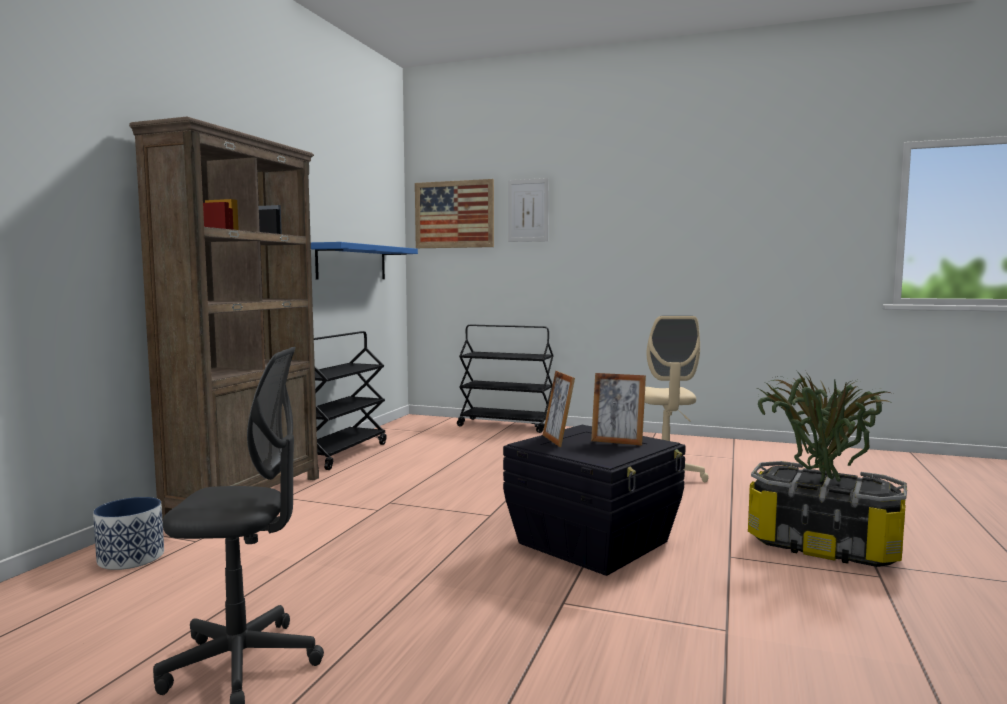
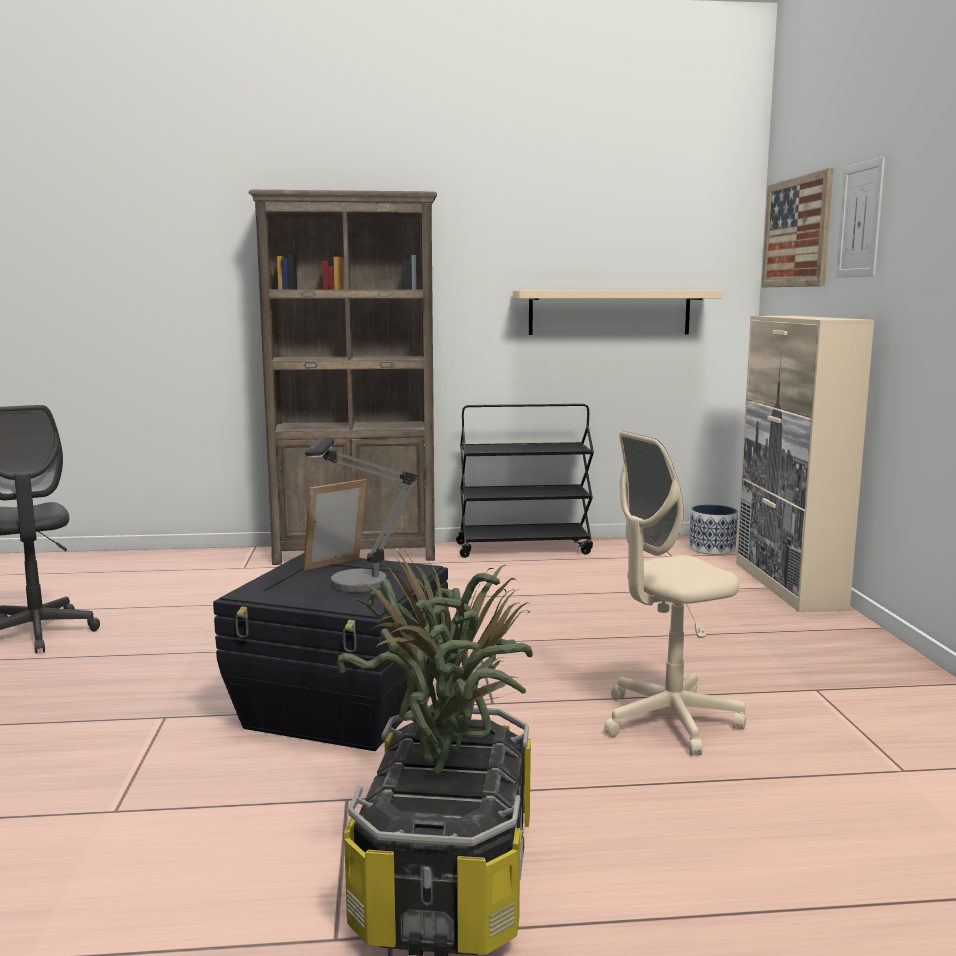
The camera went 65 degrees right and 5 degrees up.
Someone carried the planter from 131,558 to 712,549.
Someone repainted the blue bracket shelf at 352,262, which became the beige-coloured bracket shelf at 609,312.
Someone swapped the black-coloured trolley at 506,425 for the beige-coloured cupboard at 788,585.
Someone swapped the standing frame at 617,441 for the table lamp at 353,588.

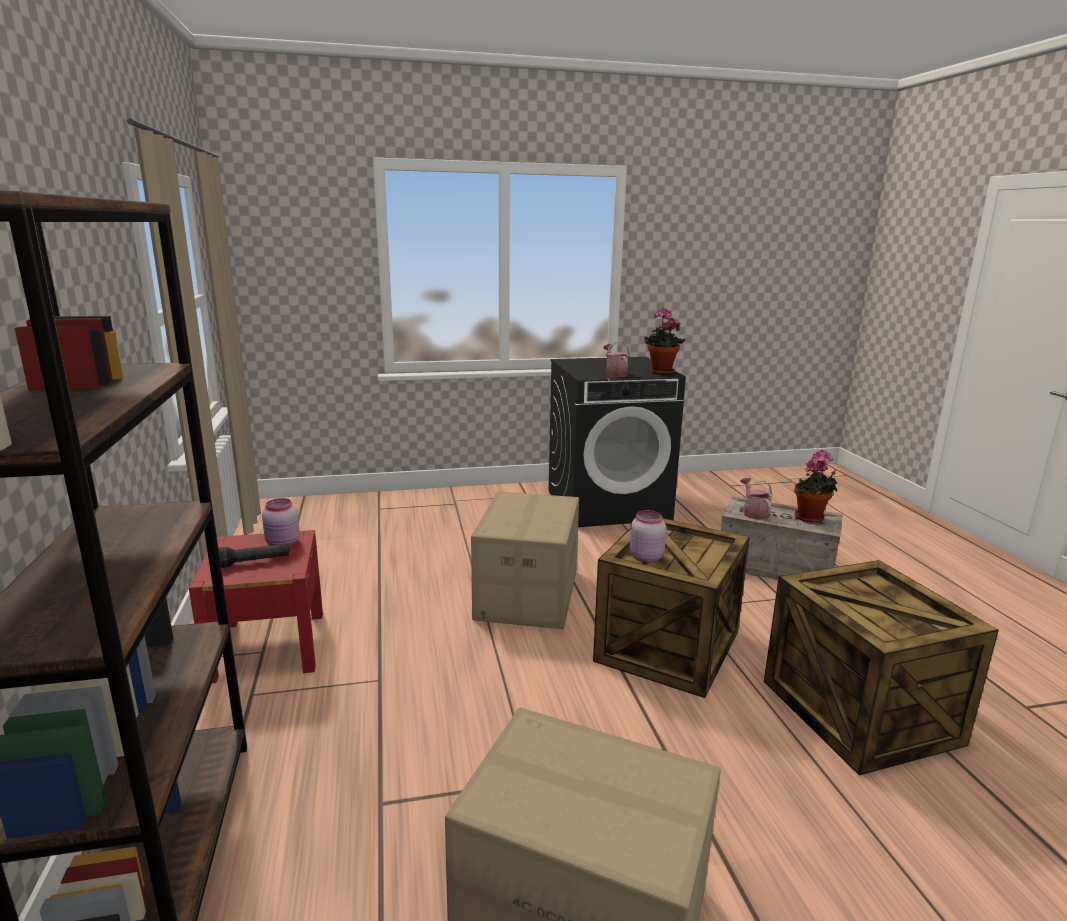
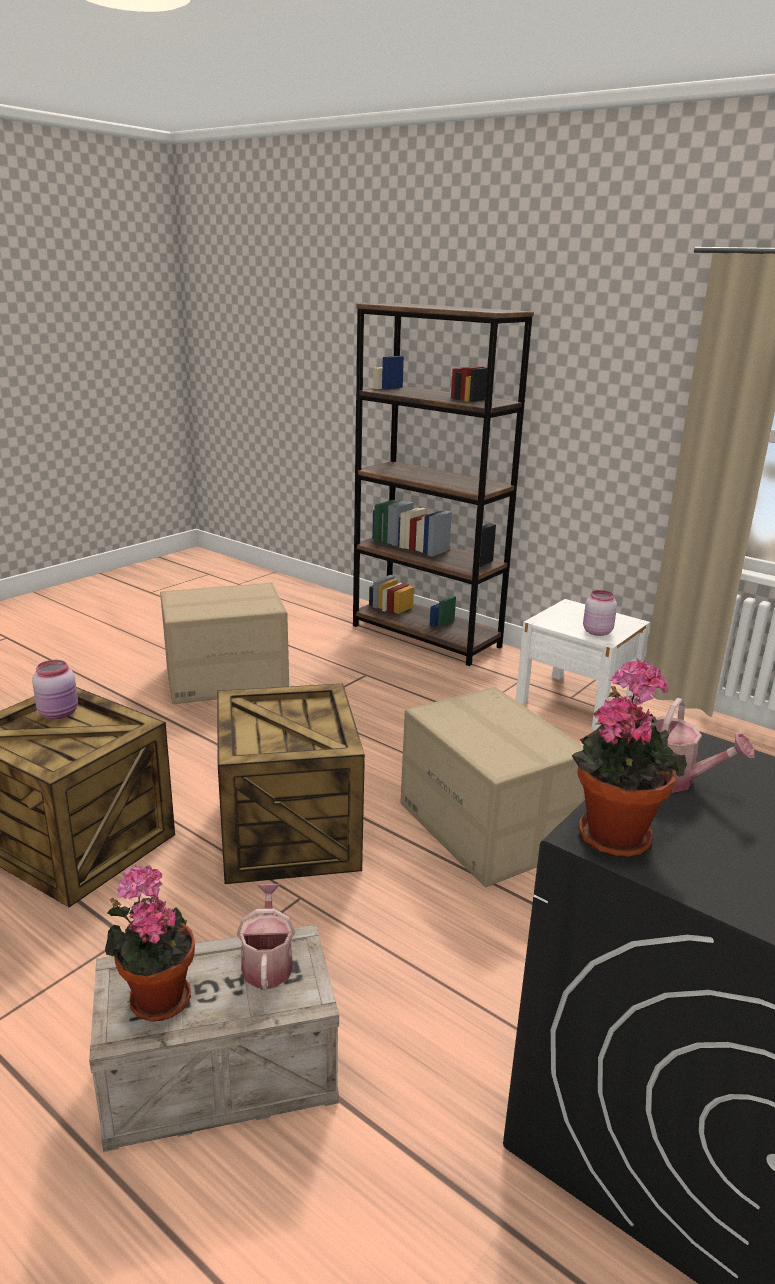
The camera went 140 degrees right and 5 degrees up.
Someone repainted the red-coloured bedside table at 268,646, which became the white bedside table at 576,701.
Someone took away the black-coloured flashlight at 254,562.
Someone carried the pinkish jar from 645,557 to 60,713.
Someone rotated the watering pot at 754,513 by 135 degrees counterclockwise.

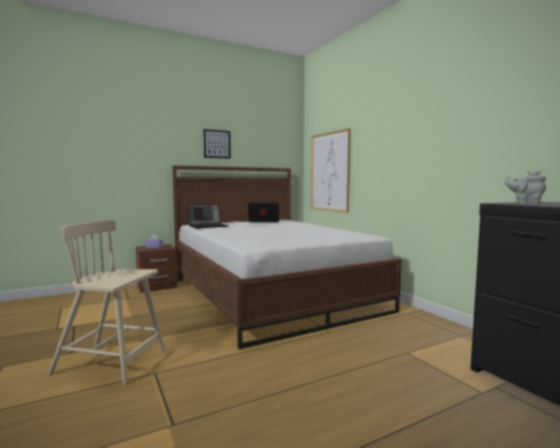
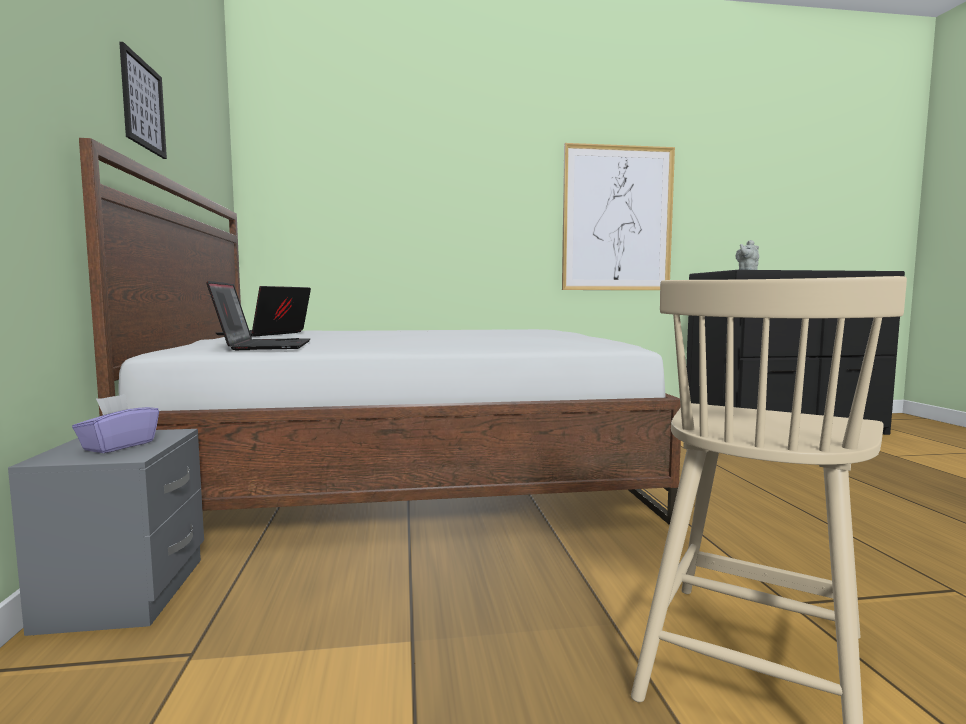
The camera went 70 degrees left and 0 degrees up.
Someone repainted the brown-coloured bedside table at 157,287, which became the greyish bedside table at 129,593.
Someone carried the picture from 329,172 to 617,219.

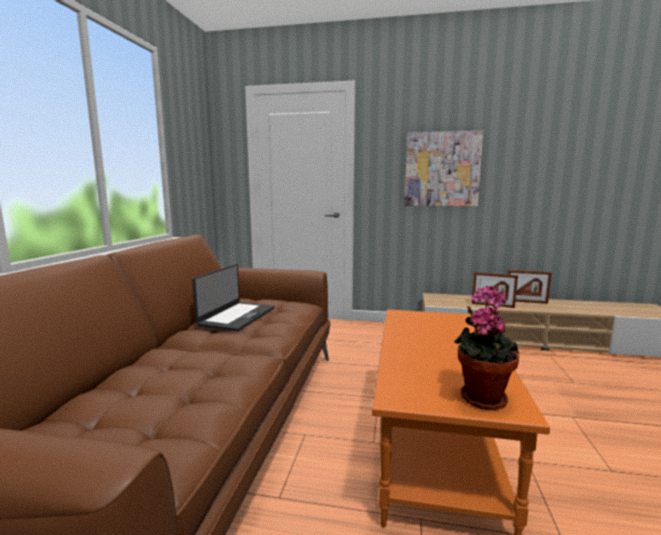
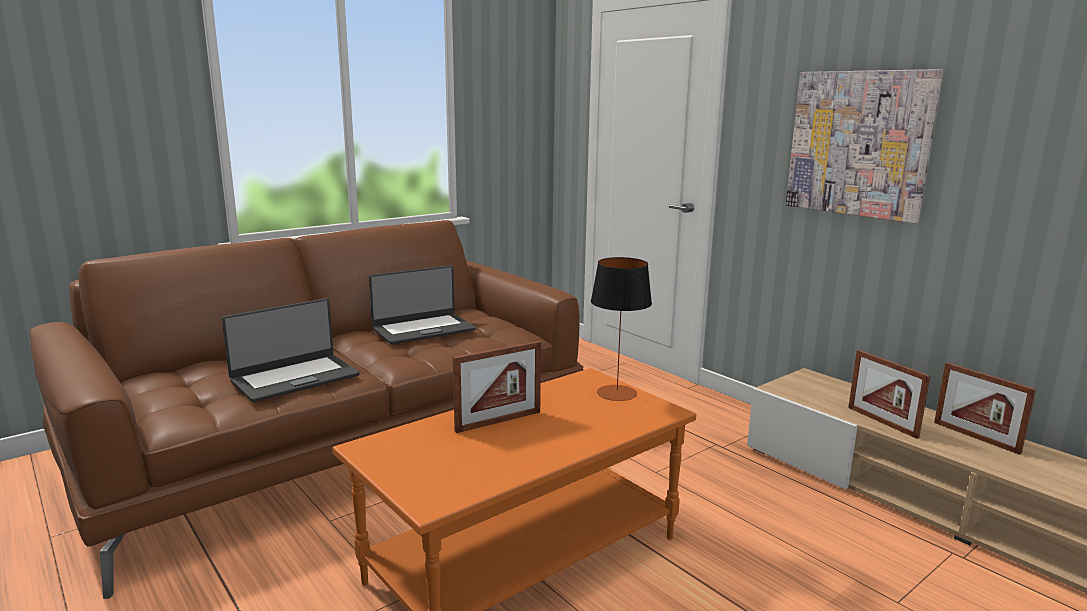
The camera went 40 degrees right and 5 degrees up.
Someone took away the potted plant at 481,396.
Someone put down the notebook computer at 294,378.
Someone put down the standing frame at 498,421.
Someone put down the table lamp at 617,393.

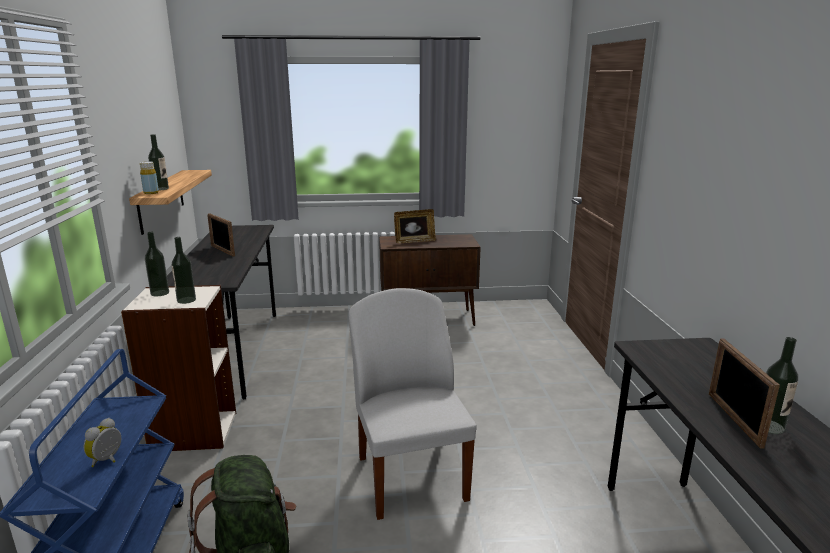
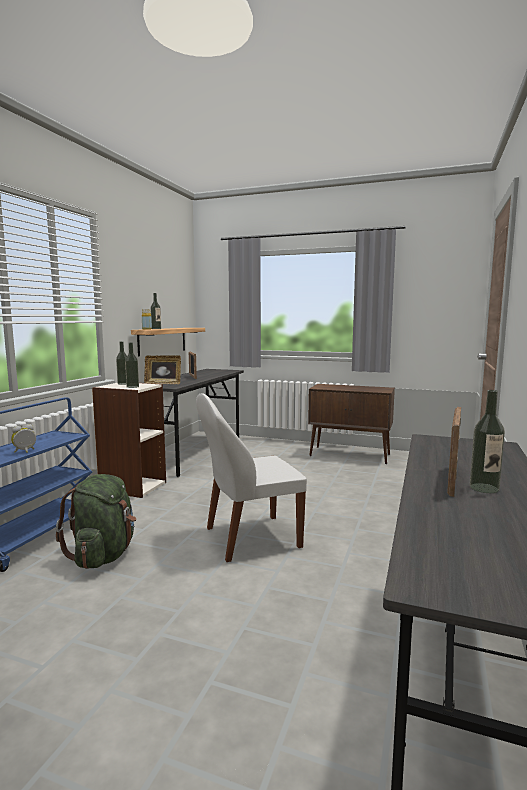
The camera went 25 degrees right and 10 degrees down.
Someone rotated the white chair at 411,476 by 120 degrees counterclockwise.
Someone carried the standing frame from 414,241 to 163,383.

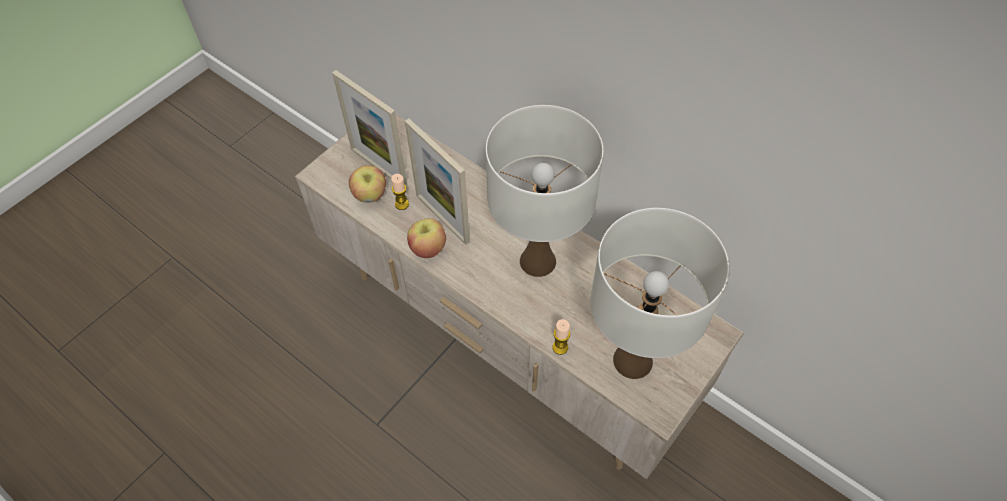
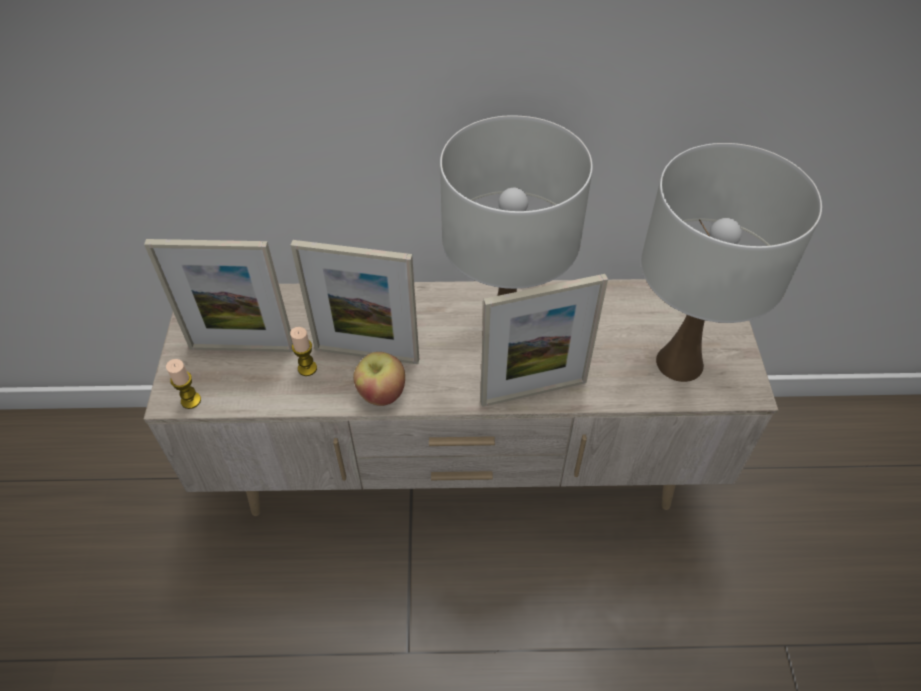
The camera went 40 degrees left and 5 degrees down.
Someone took away the apple fruit at 370,195.
Someone carried the wax candle from 560,347 to 191,400.
Someone put down the standing frame at 533,392.

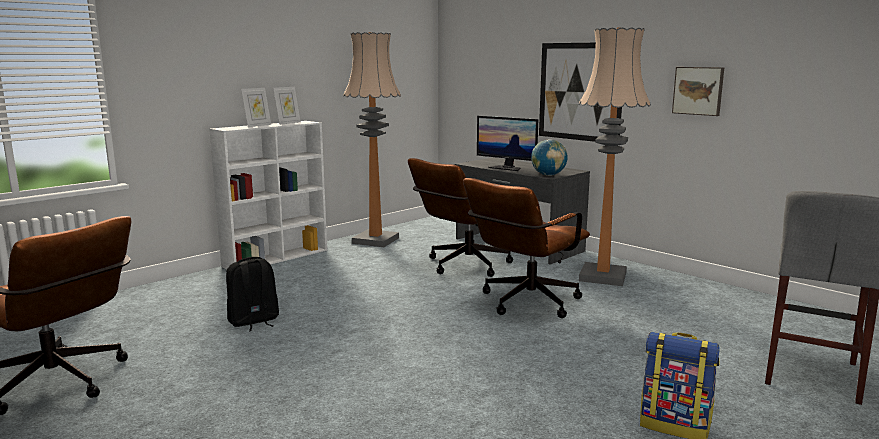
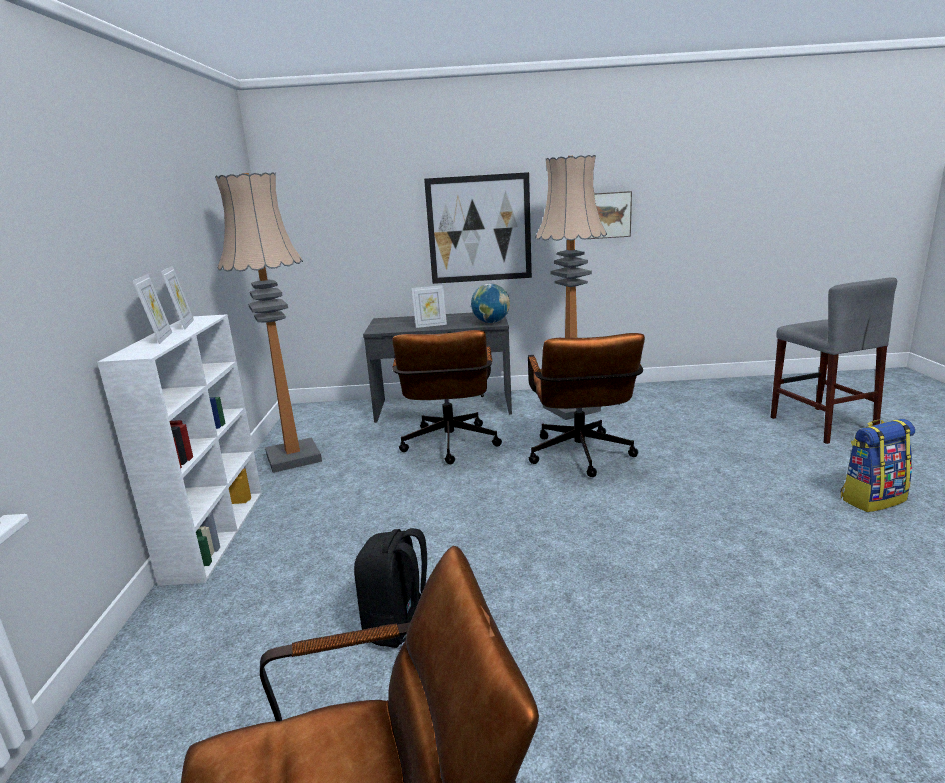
The camera went 45 degrees left and 5 degrees up.
Someone swapped the computer display at 507,168 for the standing frame at 430,325.

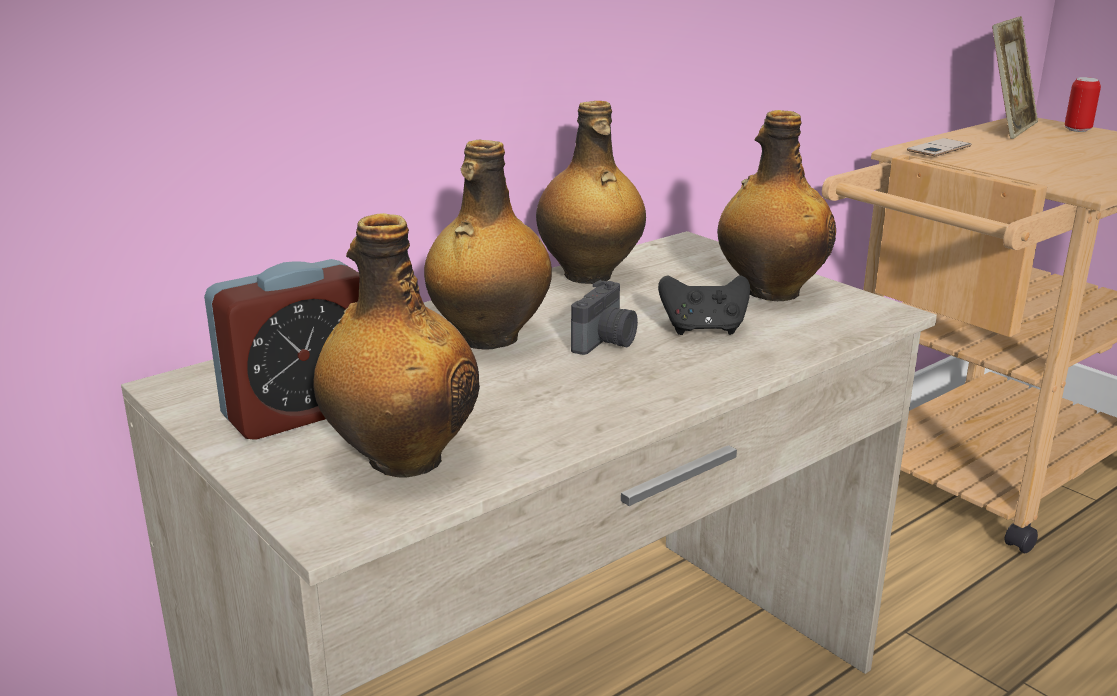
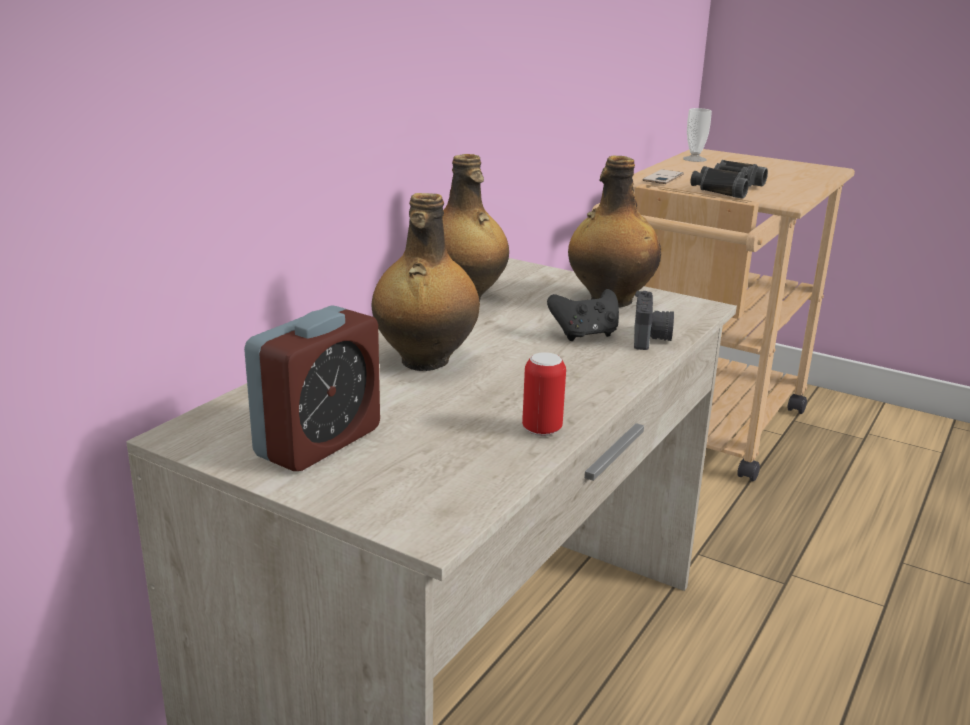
The camera went 20 degrees left and 0 degrees up.
Someone took away the beverage bottle at 402,459.
Someone carried the photo camera from 606,342 to 651,338.
Someone swapped the standing frame at 1007,128 for the drinking cup at 694,159.
Someone carried the sealed can from 1077,130 to 542,429.
Someone put down the black-coloured field glasses at 726,188.

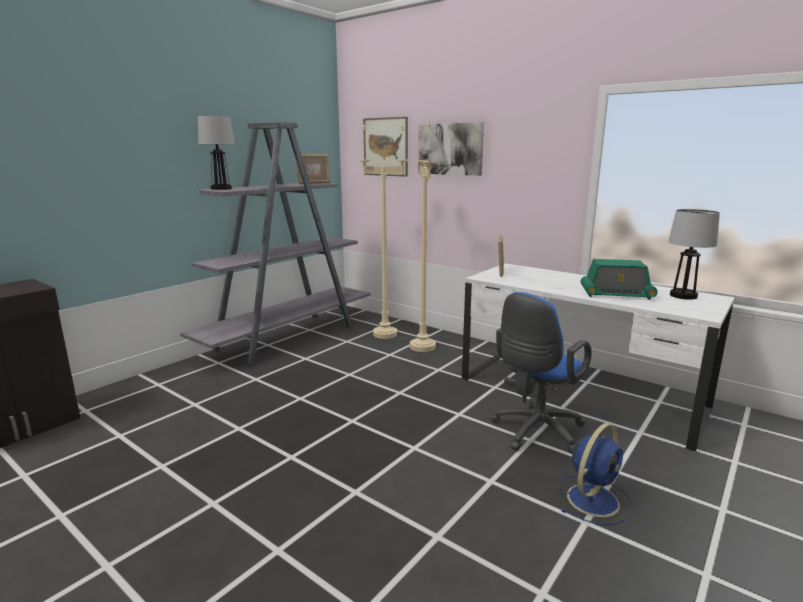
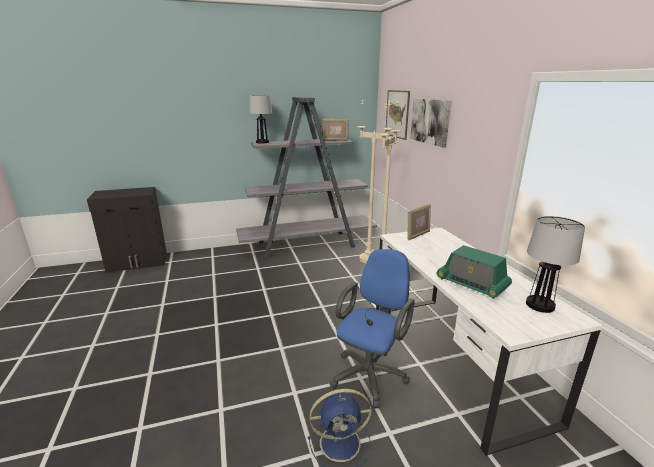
The camera went 35 degrees right and 5 degrees up.
Someone rotated the blue computer chair at 535,432 by 135 degrees clockwise.

